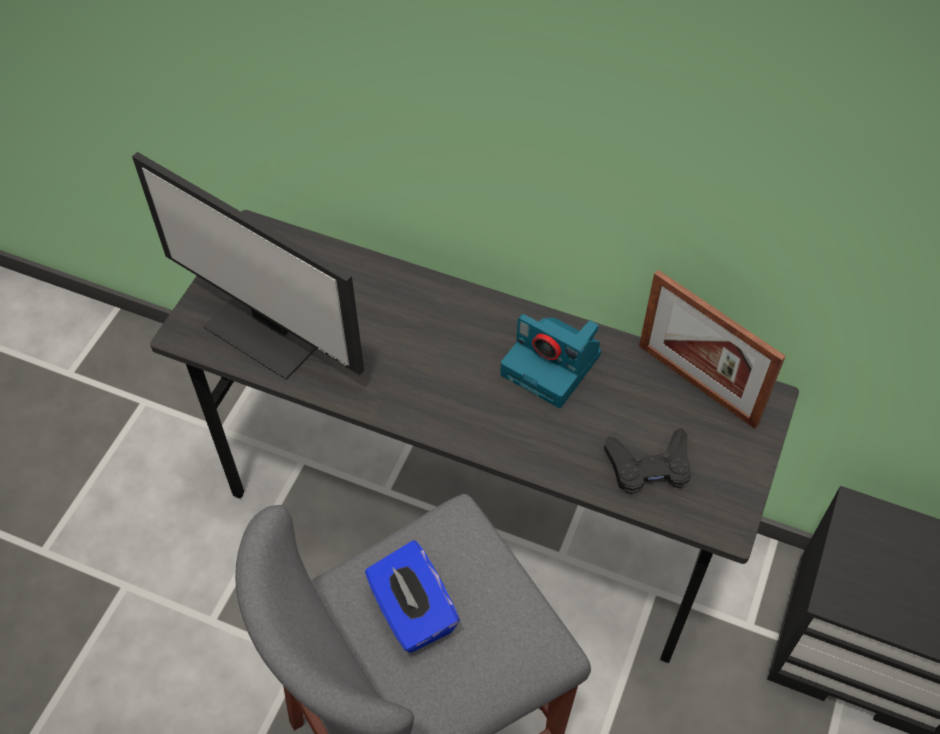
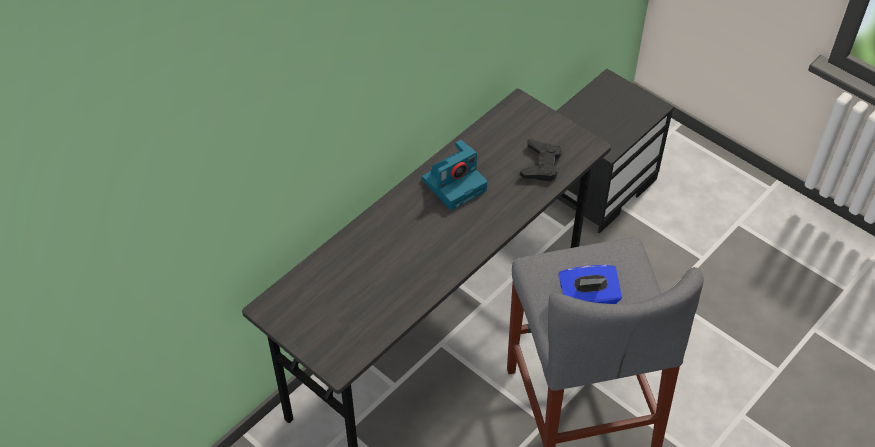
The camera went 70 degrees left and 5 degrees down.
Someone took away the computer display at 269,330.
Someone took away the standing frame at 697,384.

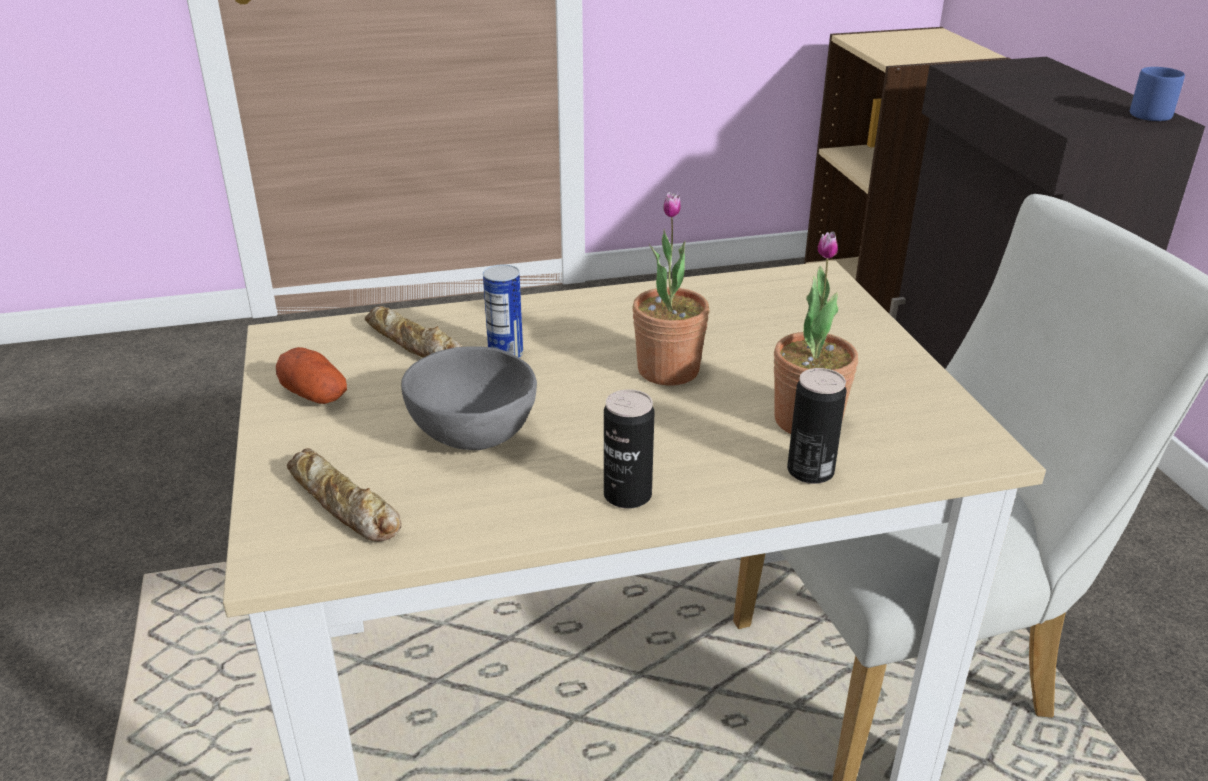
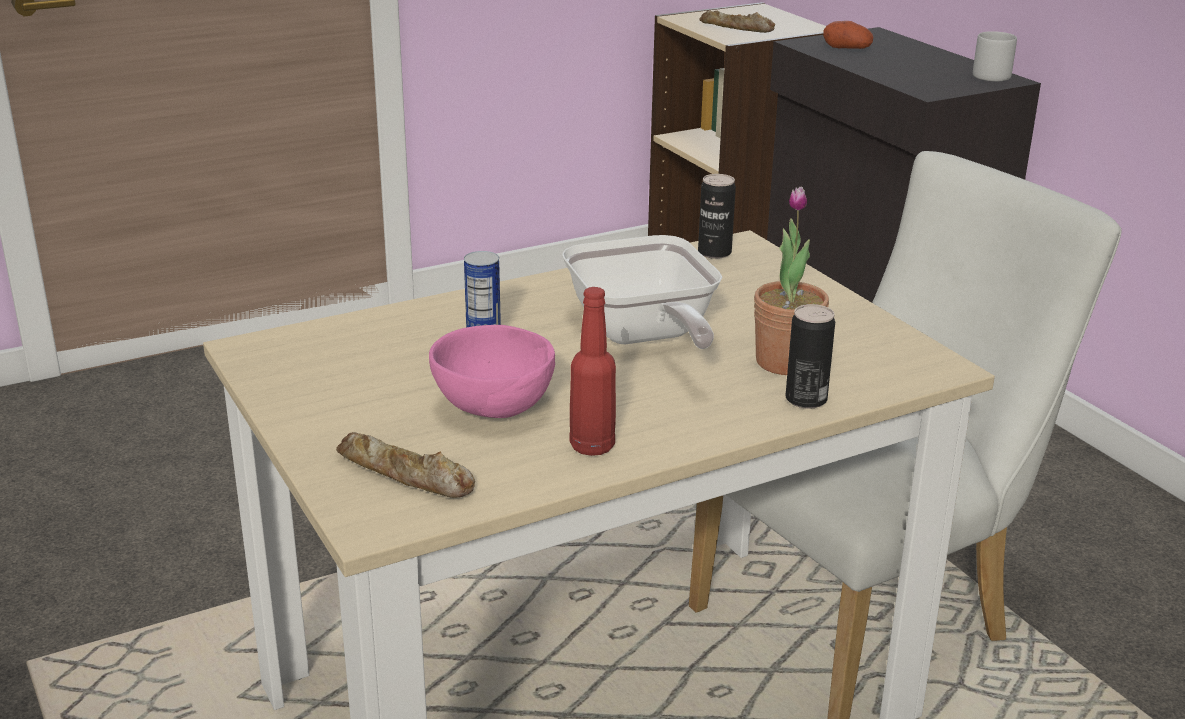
The camera went 15 degrees left and 5 degrees down.
Someone carried the spud from 314,394 to 847,48.
Someone carried the baked bread from 413,345 to 736,28.
Someone repainted the greyish deep dish at 473,437, which became the pinkish deep dish at 494,409.
Someone carried the sealed can from 627,495 to 714,253.
Someone swapped the potted plant at 668,370 for the frying pan at 643,336.
Someone repainted the blue coffee mug at 1147,113, which became the greyish coffee mug at 988,75.
Someone put down the red-coloured beverage bottle at 592,446.

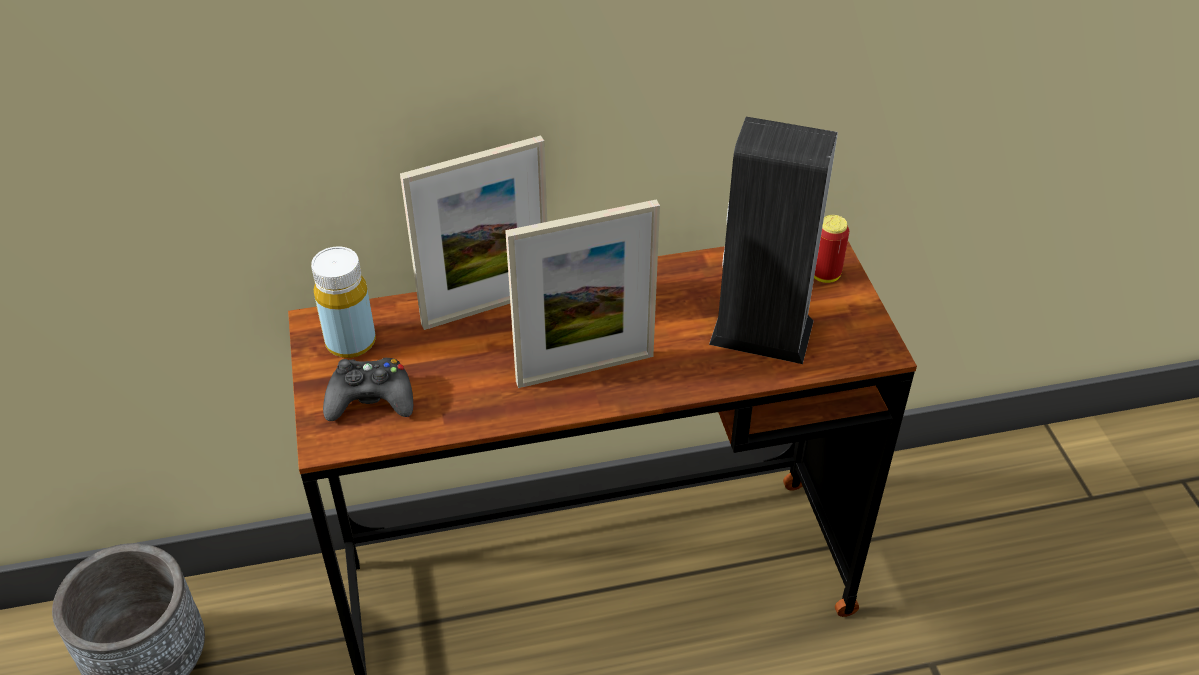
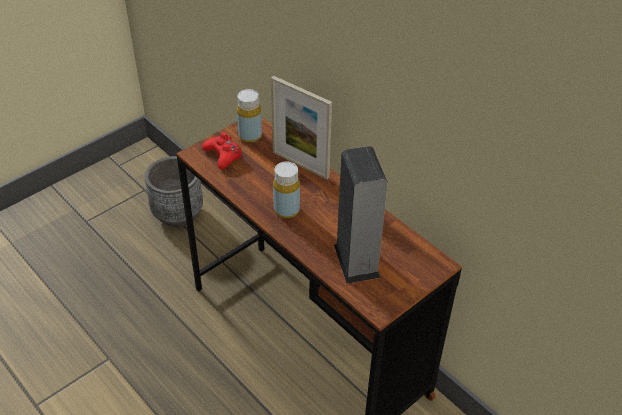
The camera went 60 degrees right and 0 degrees up.
Someone repainted the black-coloured joypad at 371,399, which became the red-coloured joypad at 223,155.
Someone swapped the standing frame at 585,369 for the yellowish beverage bottle at 286,210.
Someone took away the sealed can at 825,275.

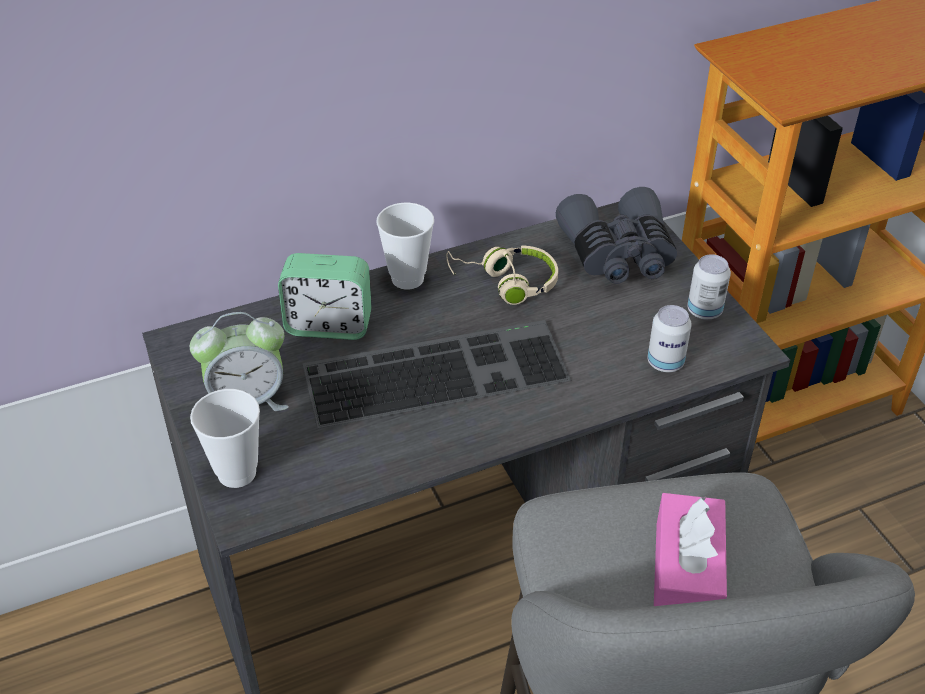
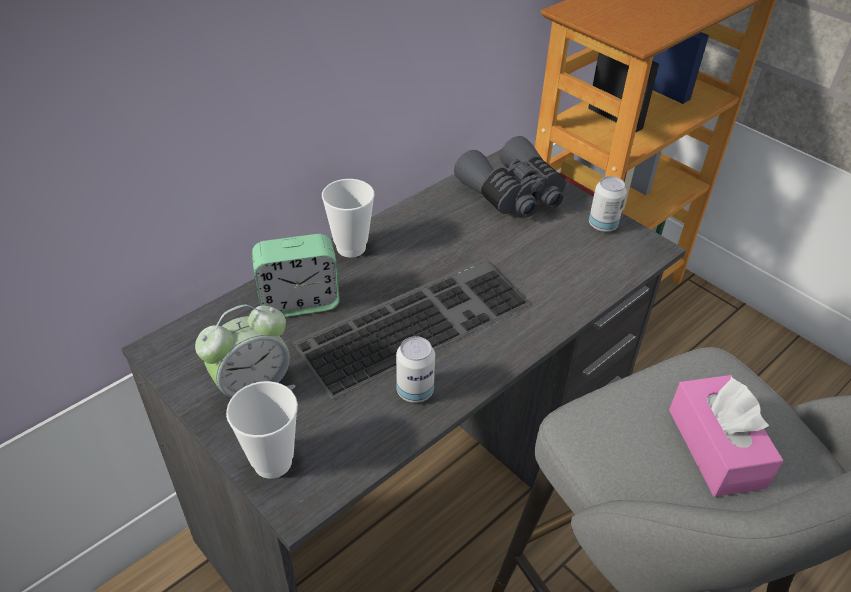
The camera went 20 degrees left and 0 degrees up.
Someone took away the beige-coloured headset at 505,283.
Someone carried the sealed can from 665,363 to 415,391.

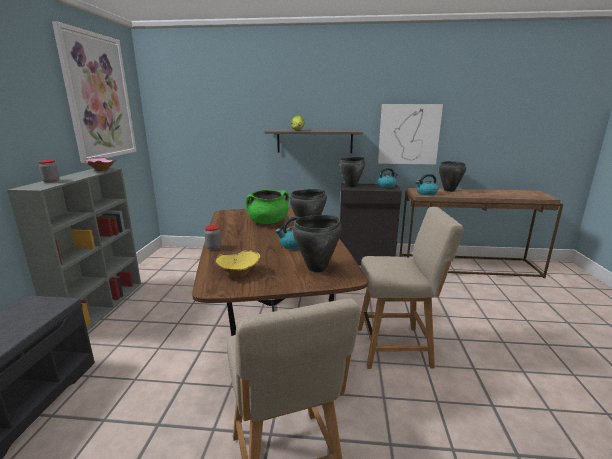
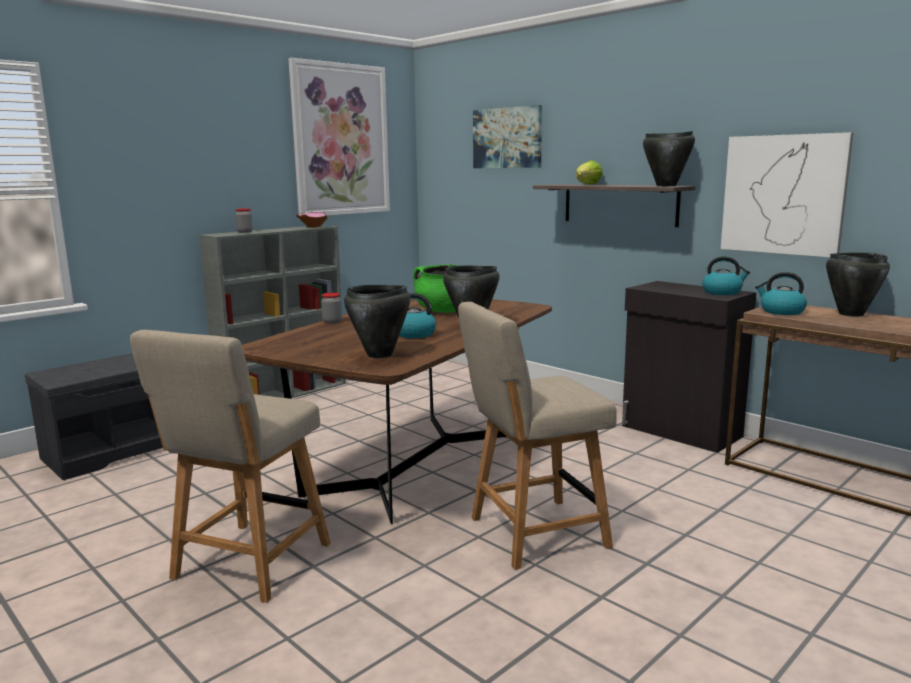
The camera went 40 degrees right and 5 degrees down.
Someone took away the yellowish deep dish at 238,273.
Someone carried the black-coloured saucepot from 351,186 to 666,186.
Someone rotated the beige-coloured chair at 397,347 by 120 degrees clockwise.
Someone put up the picture at 507,138.

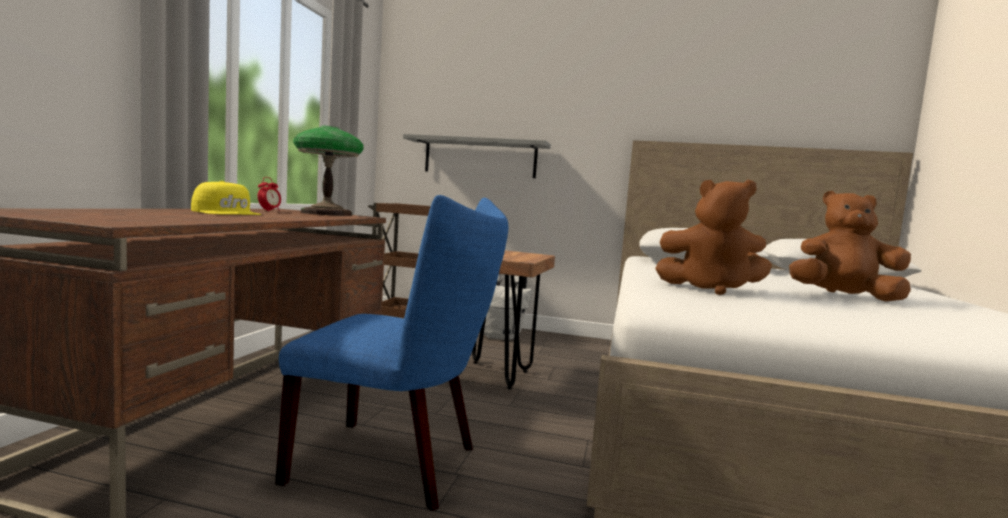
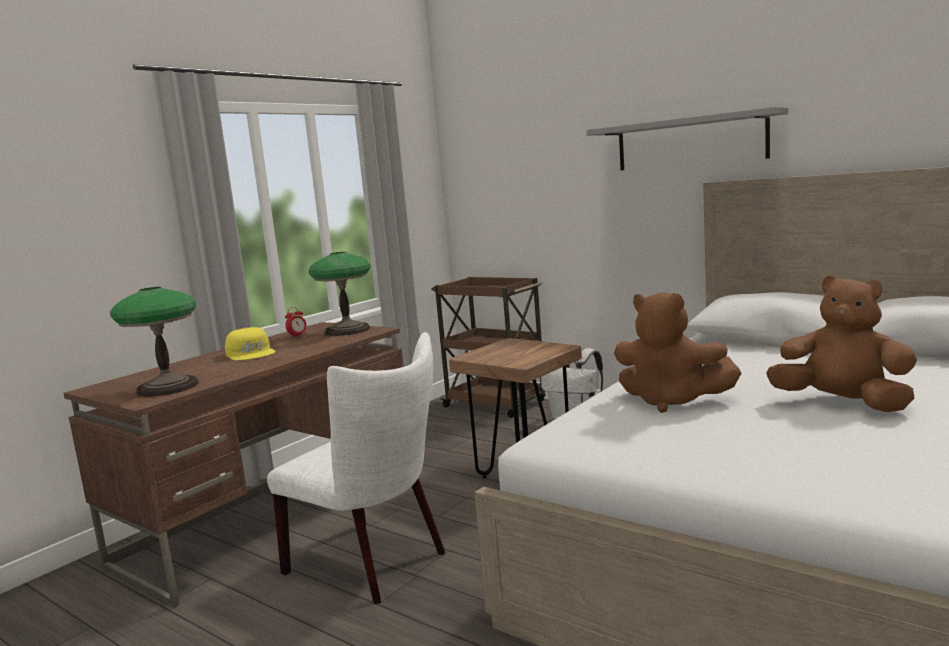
The camera went 25 degrees right and 5 degrees up.
Someone repainted the blue chair at 397,464, which became the white chair at 374,563.
Someone carried the greyish bracket shelf from 480,158 to 690,142.
Someone put down the table lamp at 168,387.

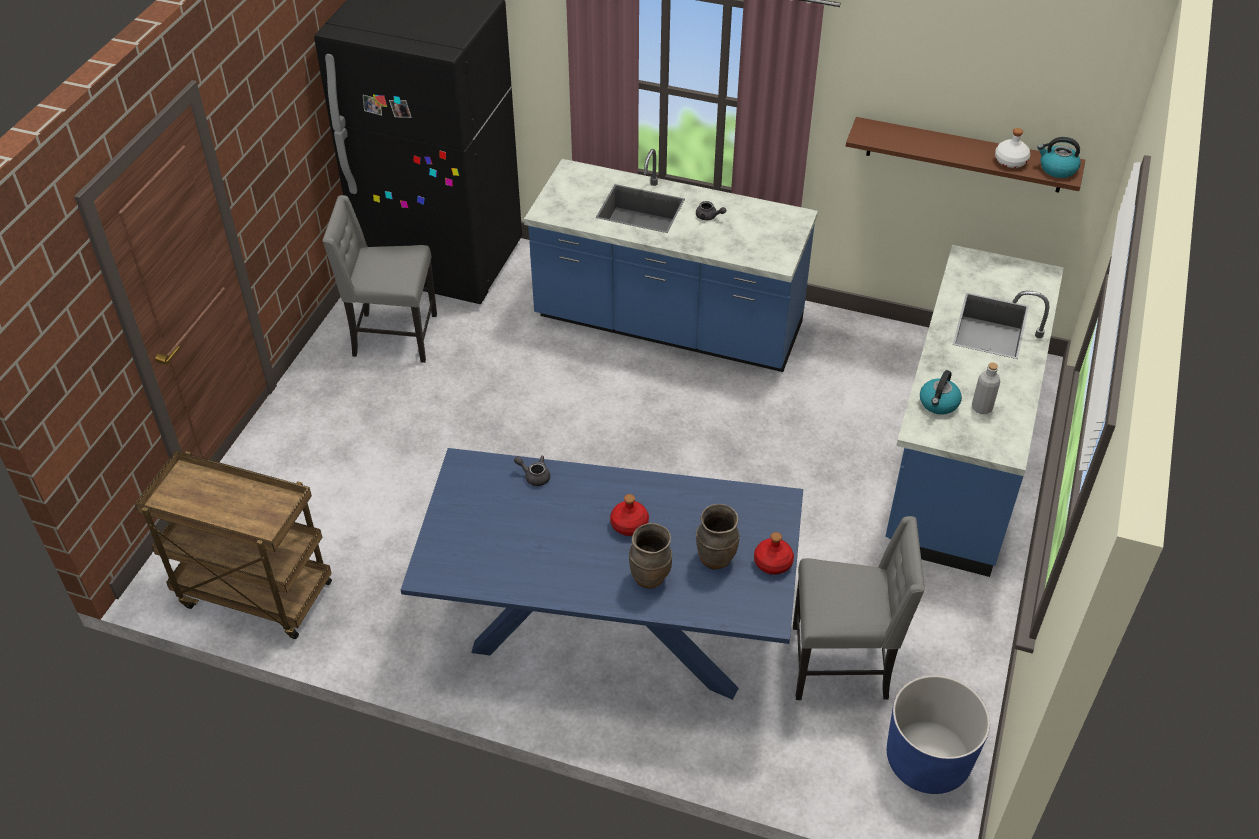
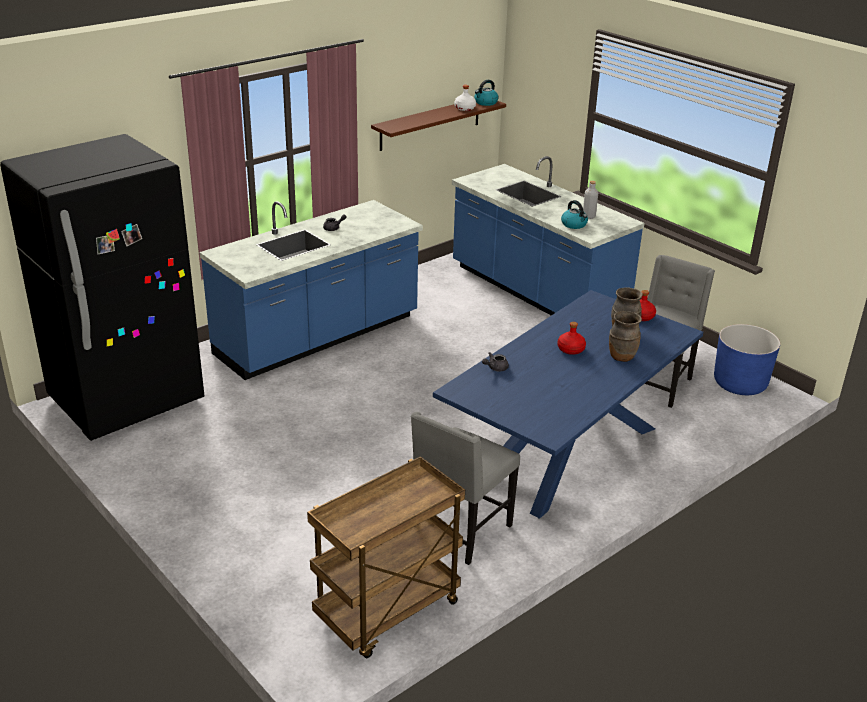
The camera went 60 degrees left and 15 degrees down.
Someone carried the greyish chair from 392,337 to 460,533.

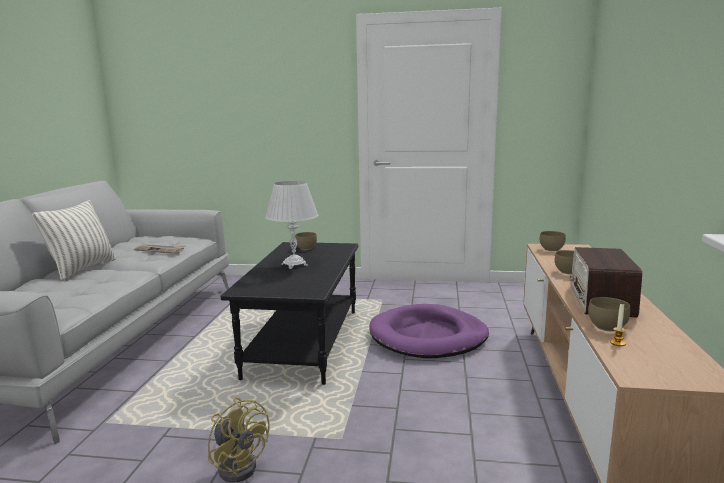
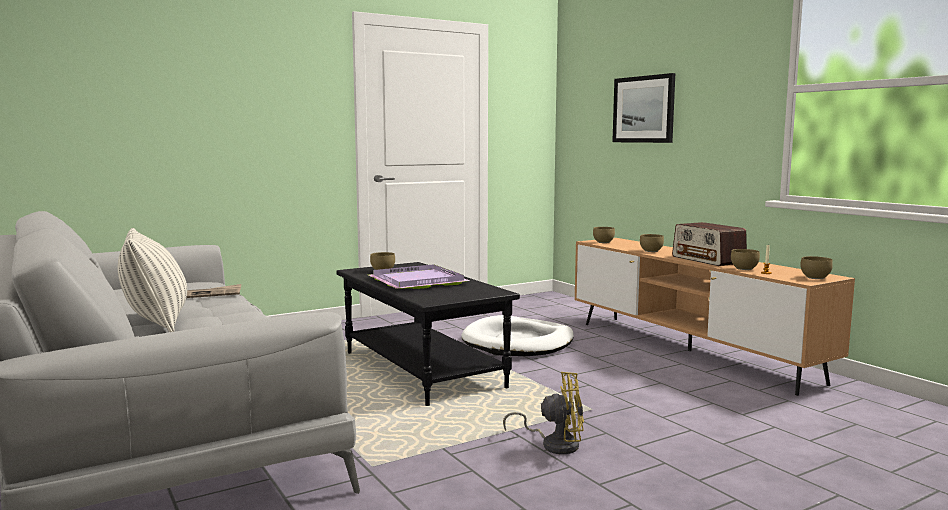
The camera went 40 degrees left and 5 degrees down.
Someone swapped the white table lamp at 294,265 for the purple carrying tray at 415,281.
Someone repainted the purple pet bed at 428,336, which became the white pet bed at 518,342.
Someone put up the picture at 643,109.
Someone put down the brown-coloured deep dish at 814,278.

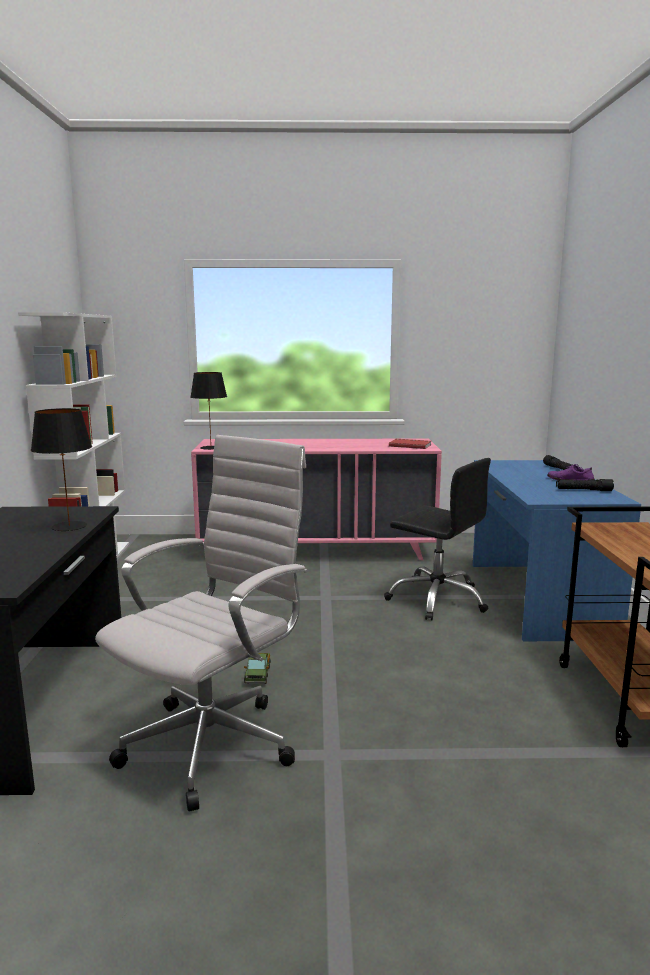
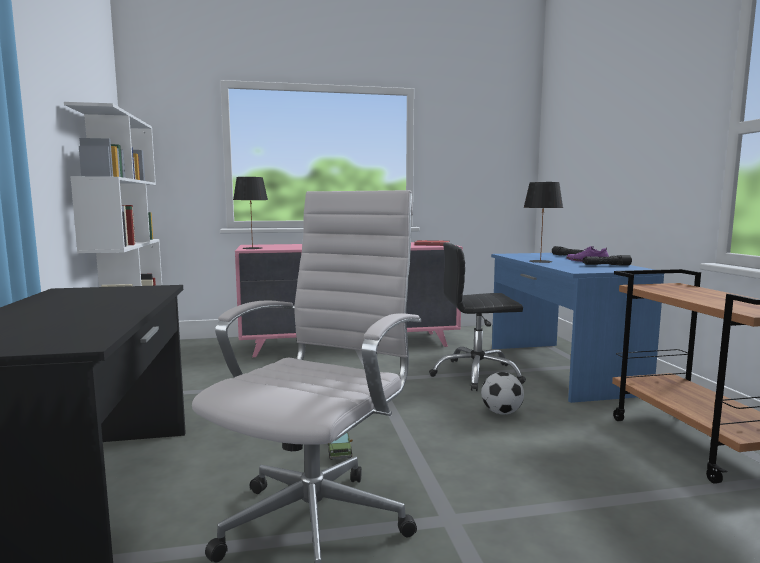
The camera went 10 degrees left and 5 degrees down.
Someone carried the black-coloured table lamp from 69,526 to 540,261.
Someone rotated the black-coloured computer chair at 437,599 by 150 degrees clockwise.
Someone put down the football at 501,412.

